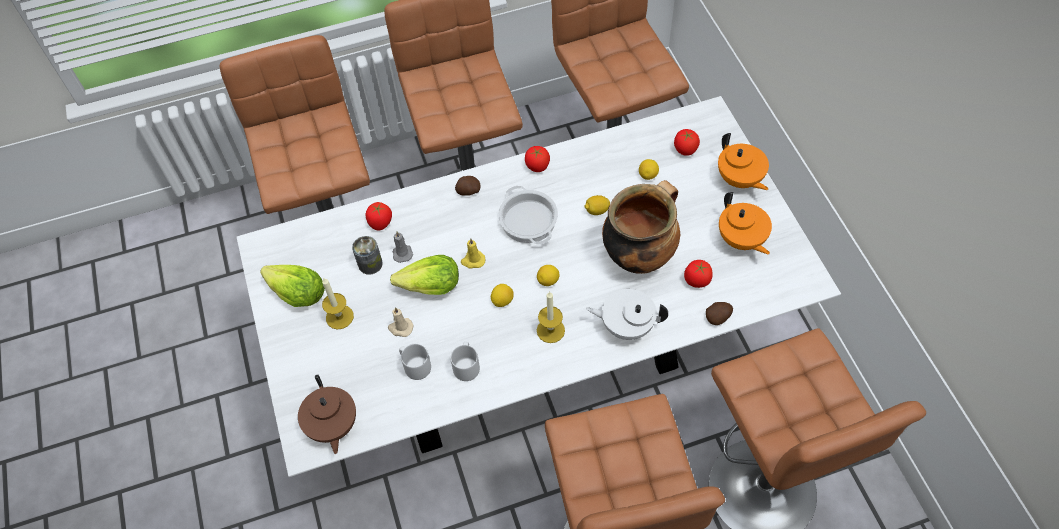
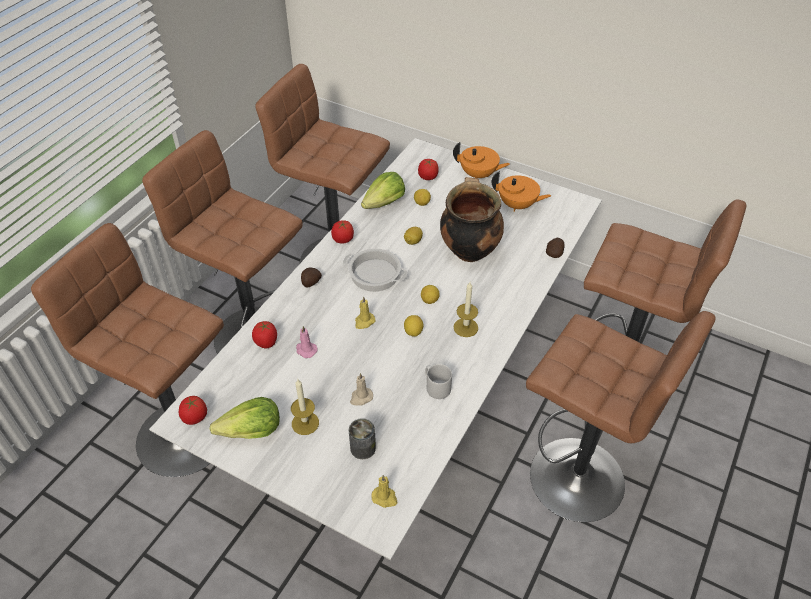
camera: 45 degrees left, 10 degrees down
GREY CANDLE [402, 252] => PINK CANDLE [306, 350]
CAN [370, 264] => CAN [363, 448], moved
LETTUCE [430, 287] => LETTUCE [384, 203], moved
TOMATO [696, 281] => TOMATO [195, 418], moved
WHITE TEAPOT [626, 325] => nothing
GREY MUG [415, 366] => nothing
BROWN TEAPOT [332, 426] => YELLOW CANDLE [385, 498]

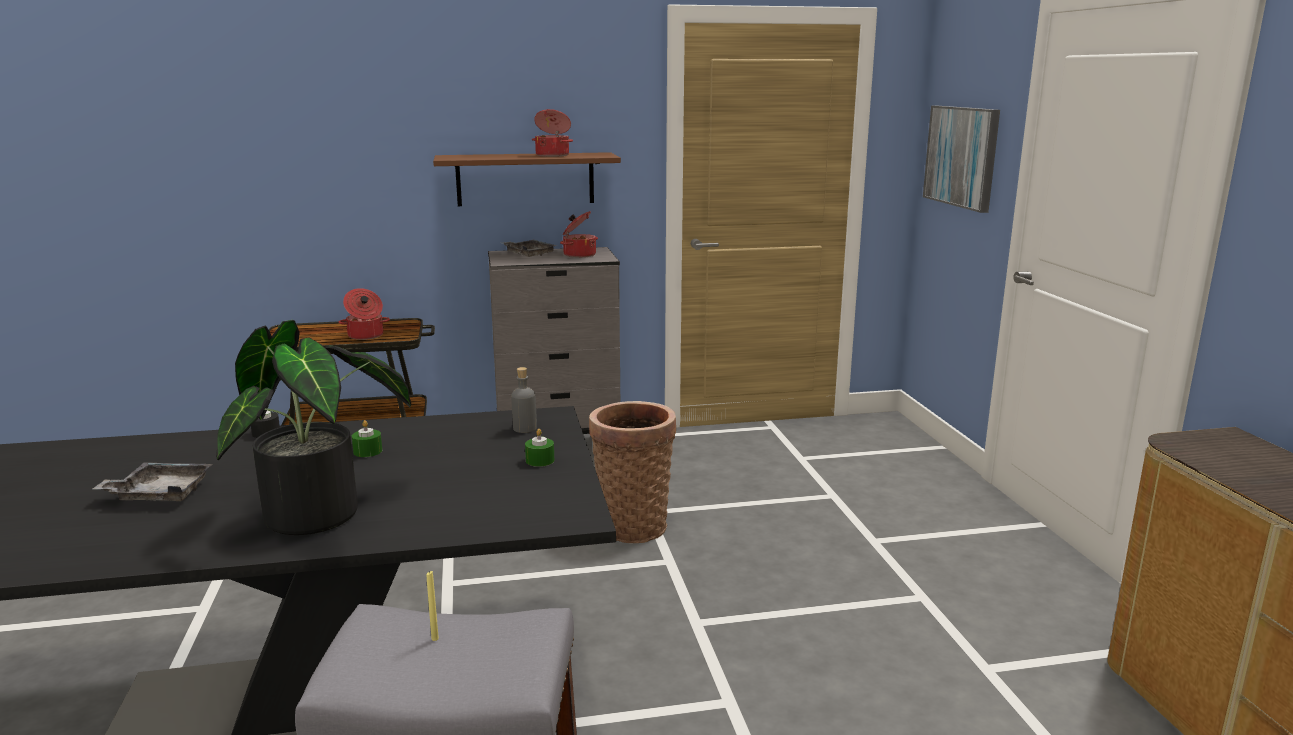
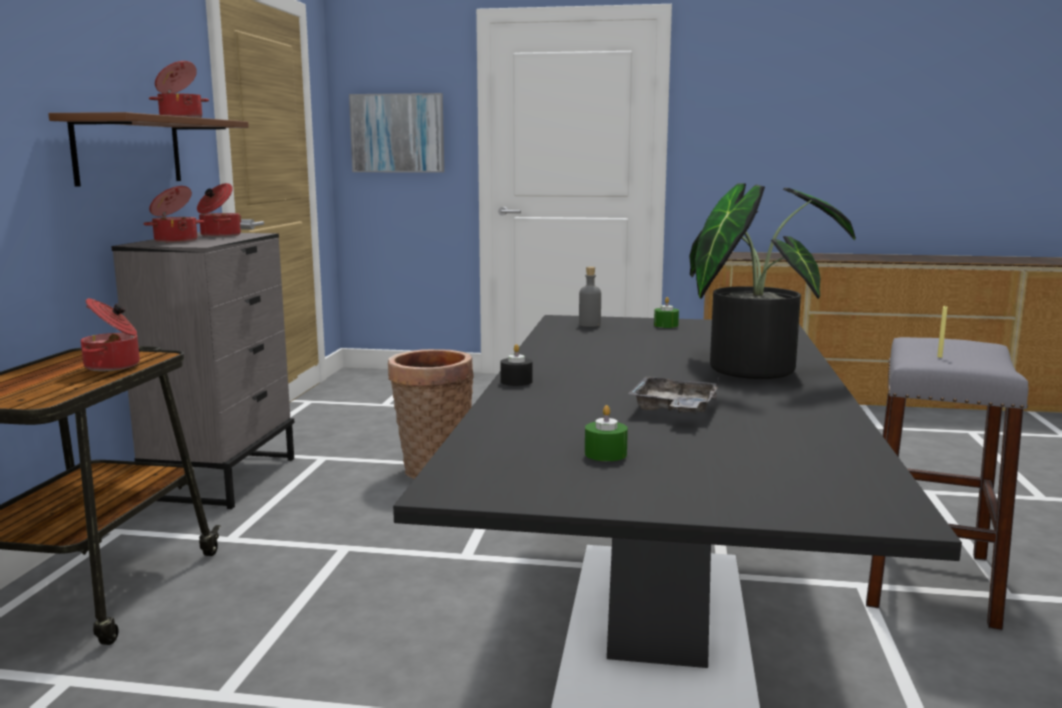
camera: 70 degrees left, 5 degrees down
GREY TRAY [528, 254] => COOKING POT [175, 241]
GREEN CANDLE [367, 451] => GREEN CANDLE [605, 454], moved

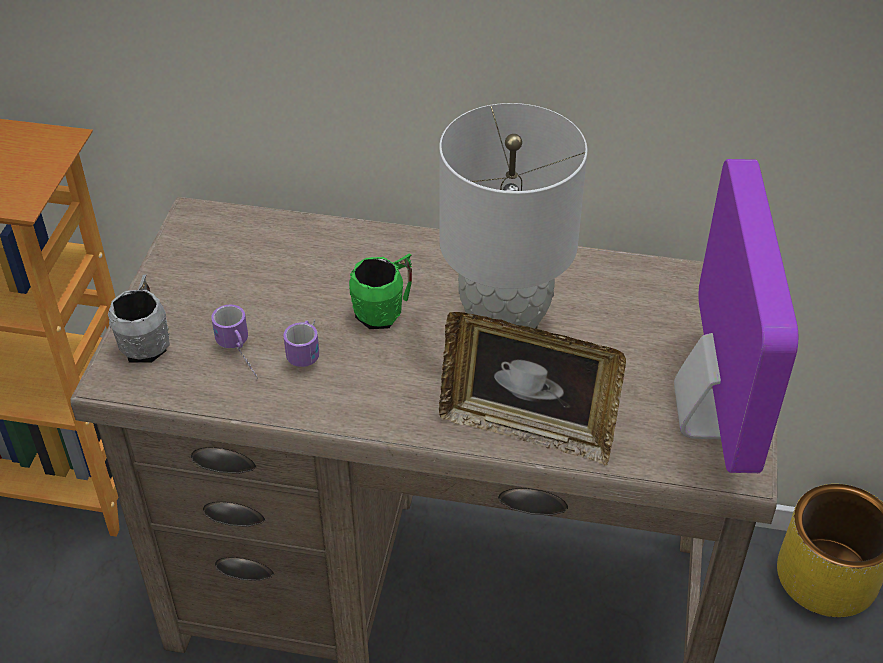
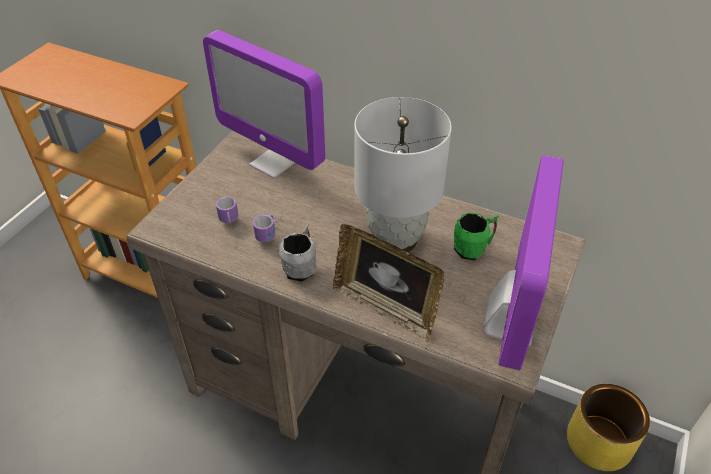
camera: 15 degrees right, 0 degrees up
GREEN MUG [384, 311] => GREEN MUG [473, 248], moved
GREY MUG [146, 342] => GREY MUG [301, 267], moved
nothing => MONITOR [274, 162]

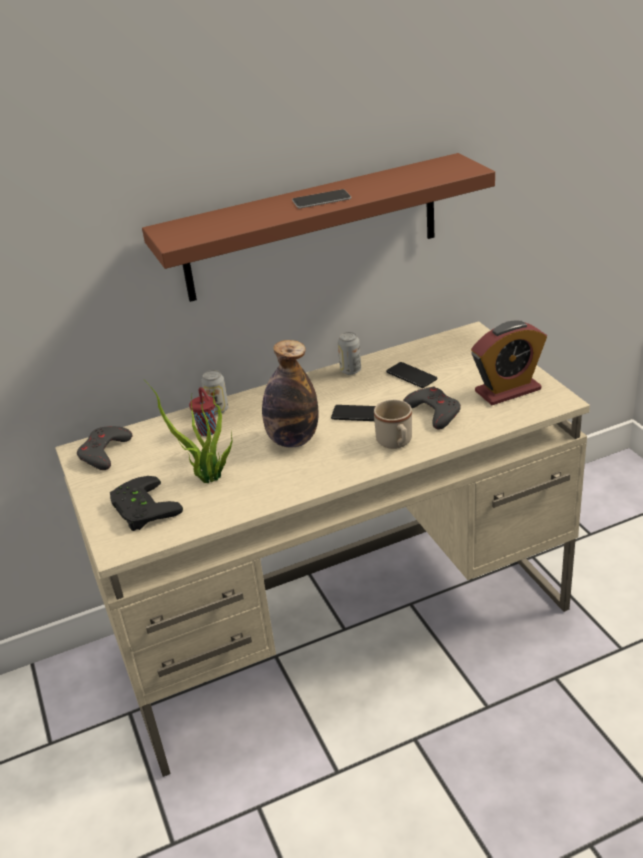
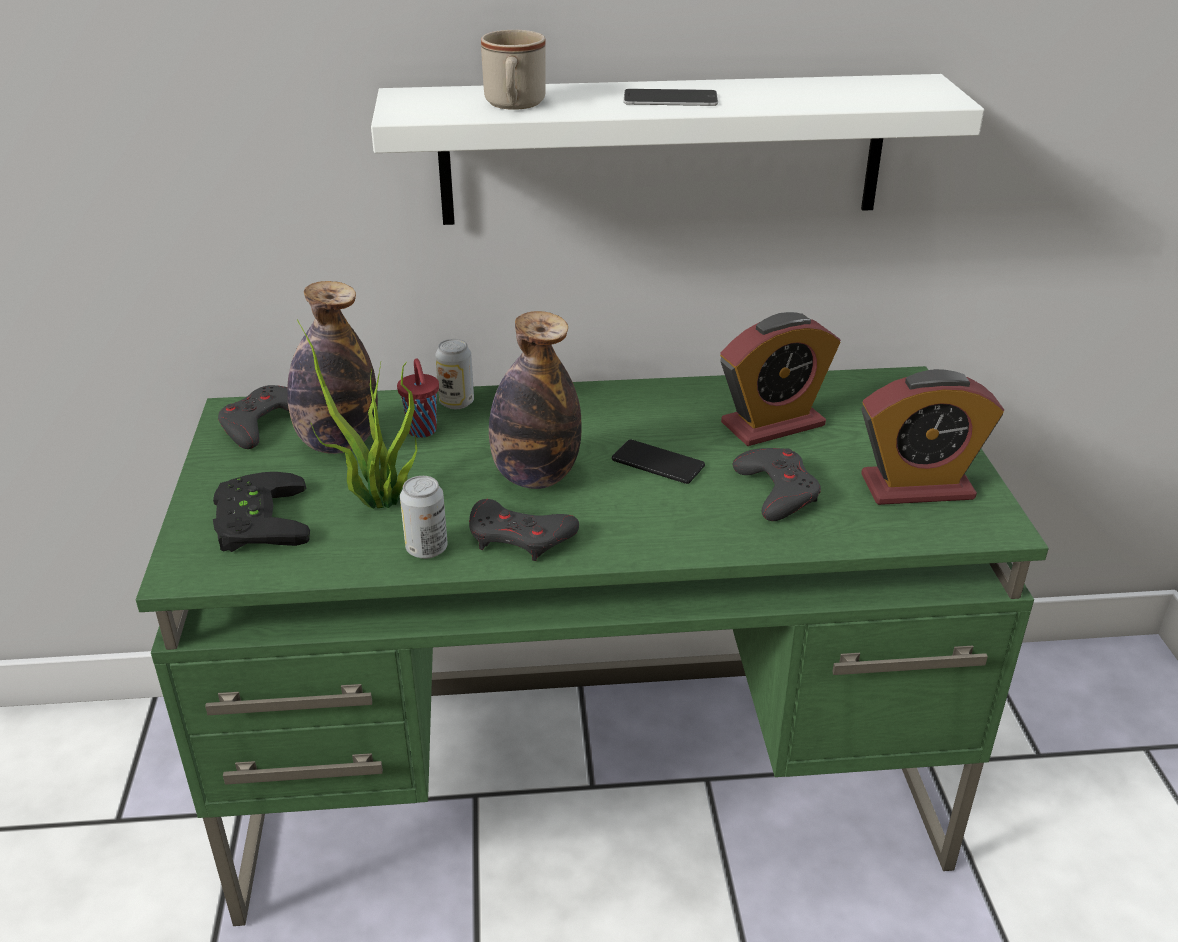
camera: 15 degrees right, 0 degrees up
BROWN SHELF [312, 228] => WHITE SHELF [662, 150]
BEIGE DESK [343, 625] => GREEN DESK [592, 780]
CAN [350, 370] => CAN [426, 549], moved
PHONE [411, 376] => ALARM CLOCK [772, 424]
BEIGE MUG [396, 443] => BEIGE MUG [514, 105], moved
nothing => BOTTLE [338, 443]
nothing => GREY GAME CONTROLLER [520, 537]

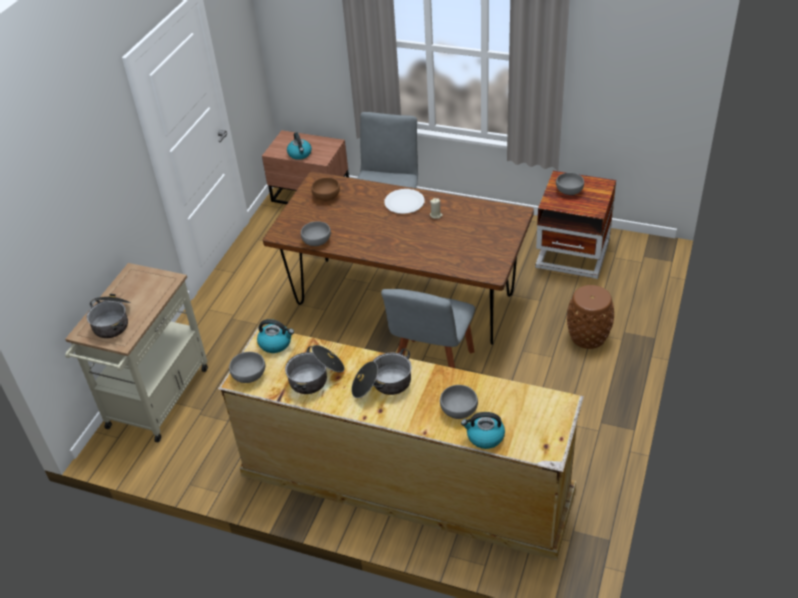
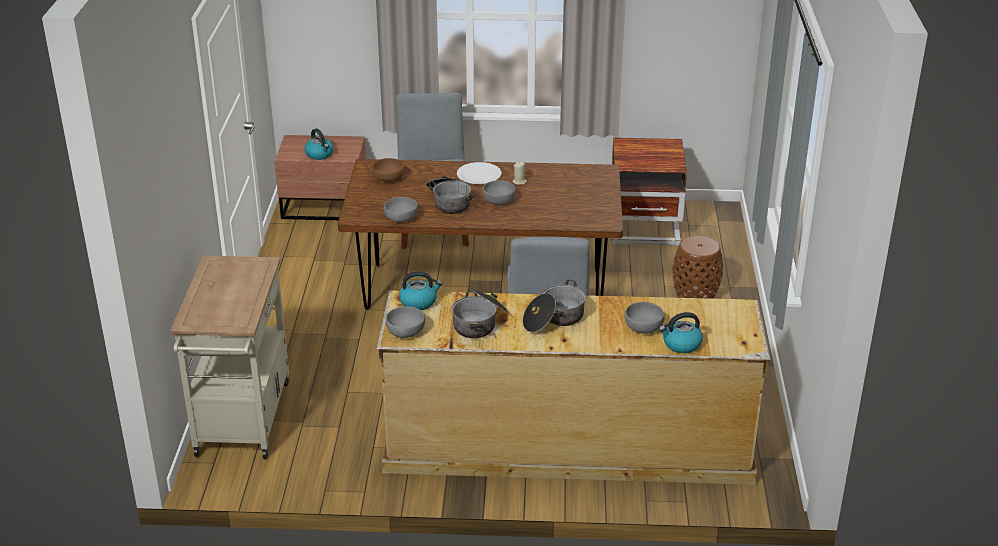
camera: 20 degrees left, 10 degrees down
GREY BOWL [569, 191] => GREY BOWL [499, 201], moved
COOKING POT [113, 321] => COOKING POT [449, 202], moved

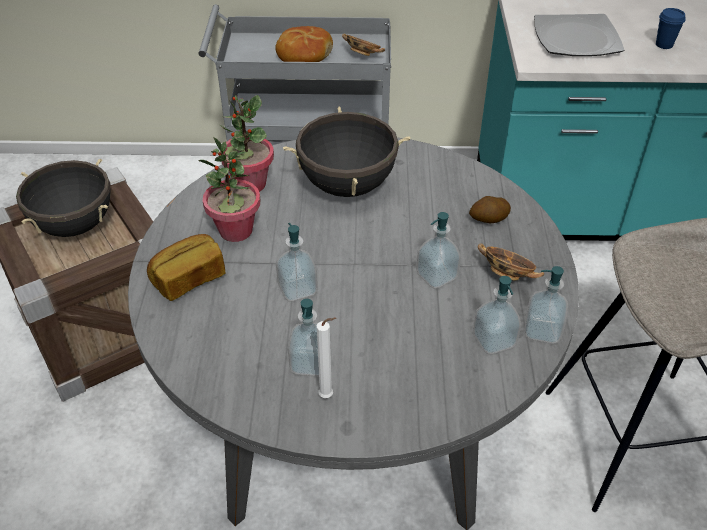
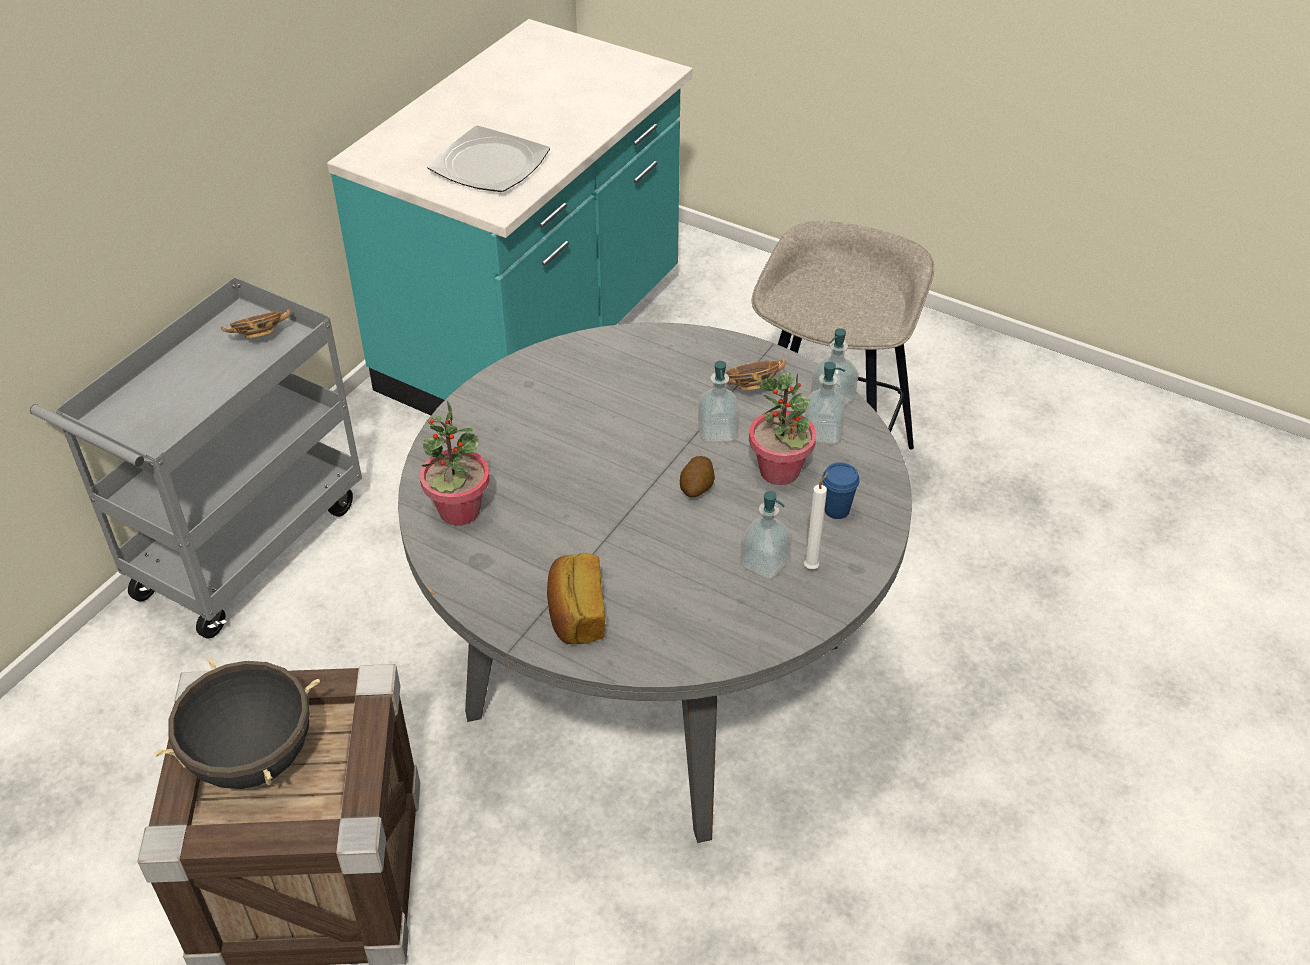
camera: 60 degrees left, 0 degrees up
BLUE CUP [664, 45] => BLUE CUP [836, 510], moved
BREAD [303, 54] => nothing
BLACK COOKING POT [347, 185] => nothing
POTTED PLANT [235, 231] => POTTED PLANT [780, 471], moved
POTATO [488, 219] => POTATO [697, 488], moved
SOAP DISPENSER [297, 289] => nothing

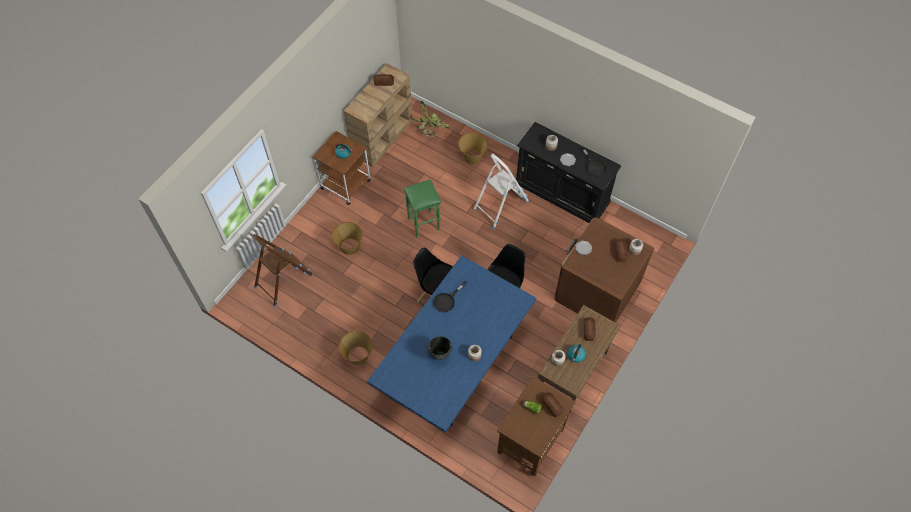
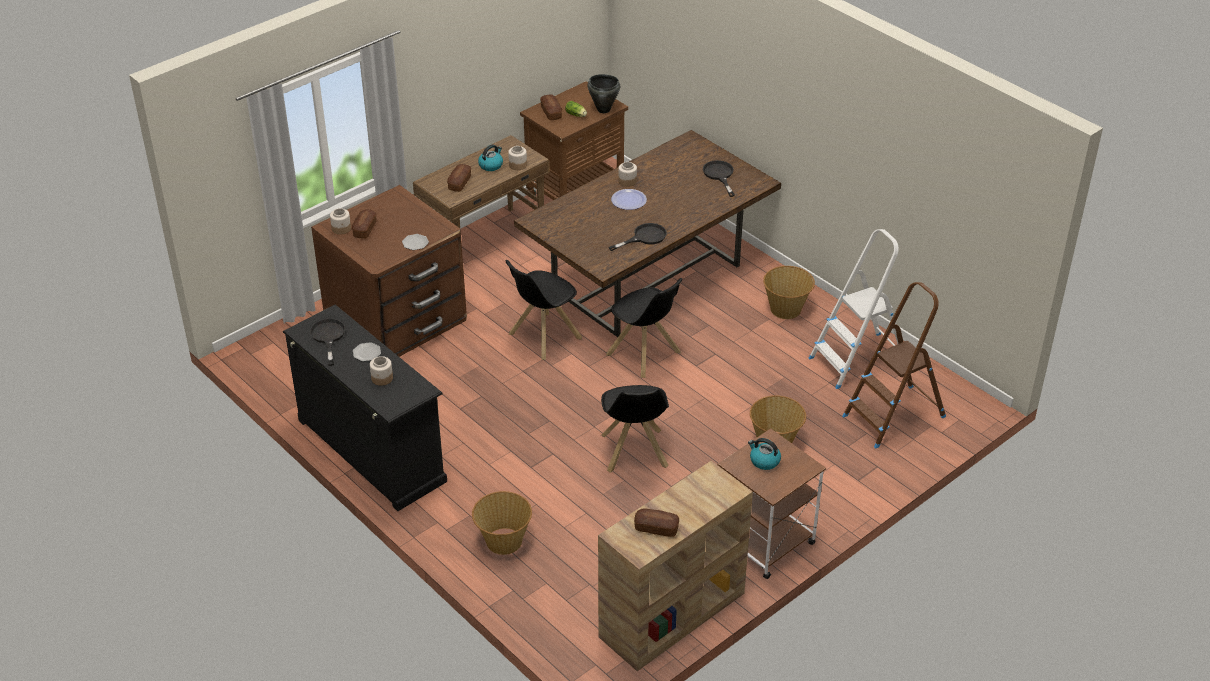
camera: 165 degrees left, 20 degrees down
POTTED PLANT [431, 131] => nothing
WHITE STEP LADDER [501, 205] => WHITE STEP LADDER [857, 361], moved
GREEN STOOL [424, 223] => BLACK CHAIR [634, 452]
BLUE DINING TABLE [453, 364] => BROWN DINING TABLE [648, 277]
BLACK COOKING POT [440, 356] => BLACK COOKING POT [603, 109], moved
nothing => BLACK FRYING PAN [719, 175]
nothing => PLATE [629, 200]

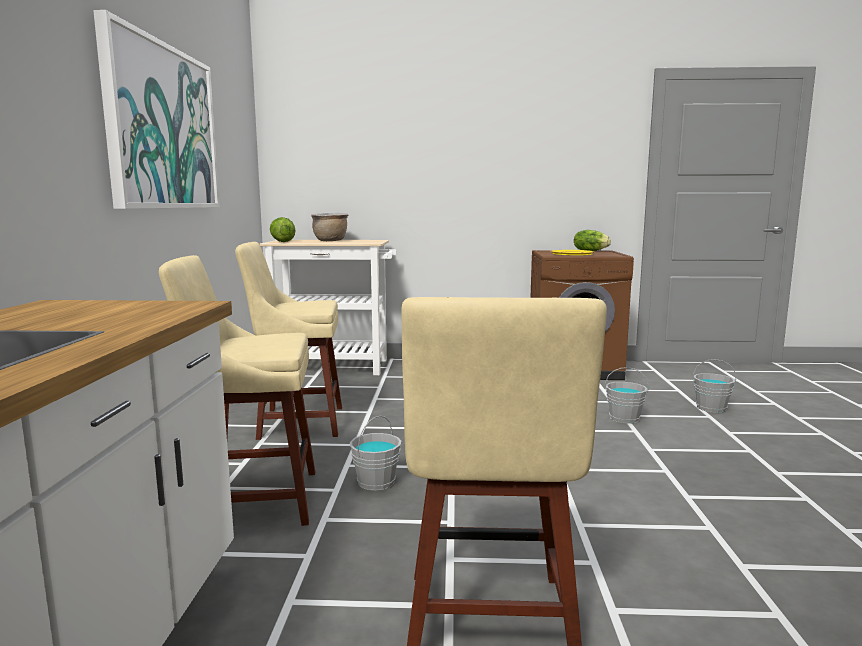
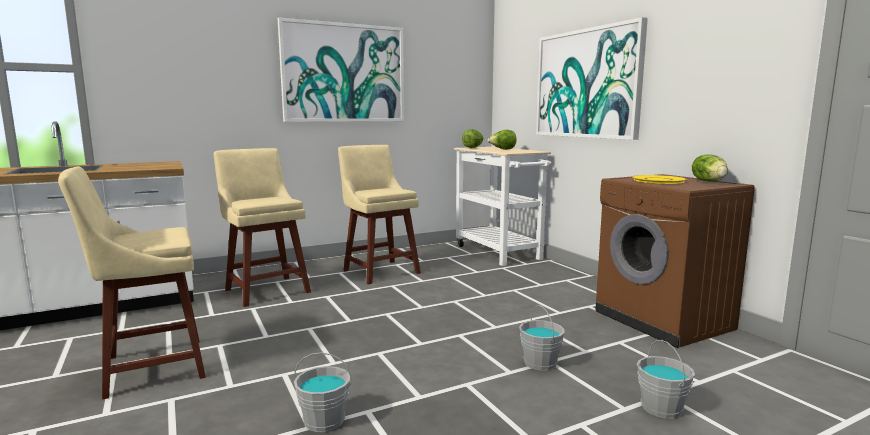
camera: 60 degrees right, 0 degrees up
BROWN COOKING POT [330, 241] => LETTUCE [502, 149]
GREY BUCKET [376, 481] => GREY BUCKET [324, 420], moved
nothing => PICTURE [587, 84]

